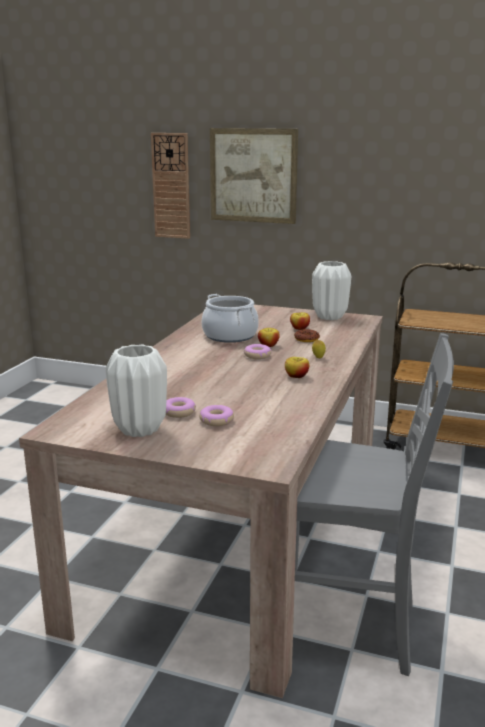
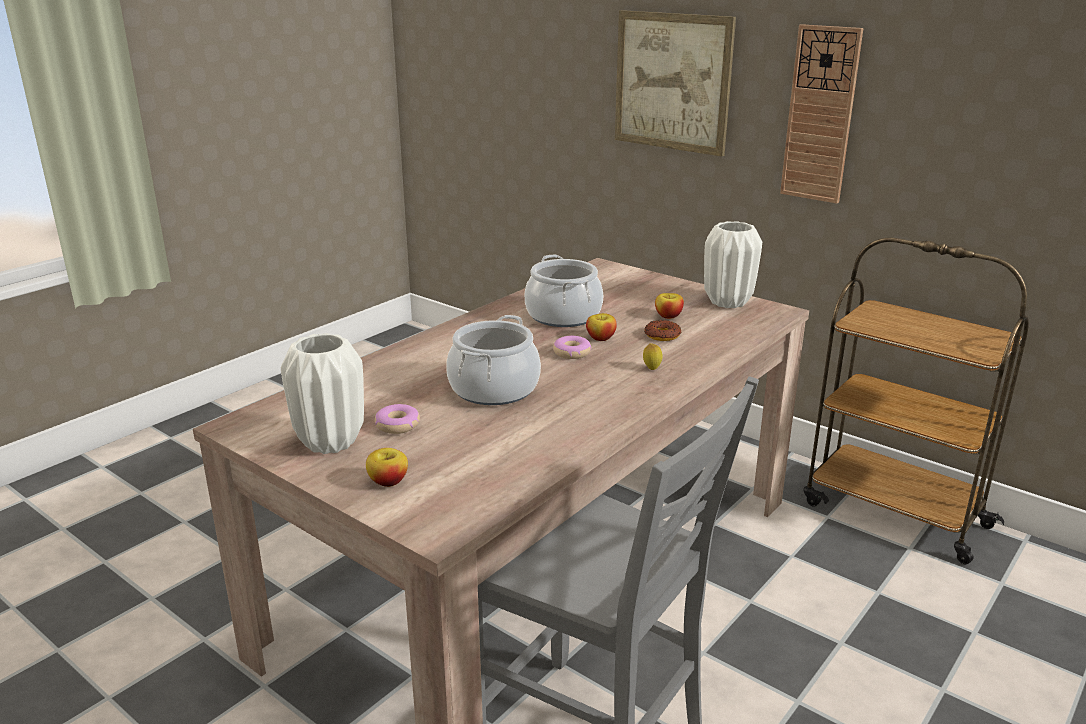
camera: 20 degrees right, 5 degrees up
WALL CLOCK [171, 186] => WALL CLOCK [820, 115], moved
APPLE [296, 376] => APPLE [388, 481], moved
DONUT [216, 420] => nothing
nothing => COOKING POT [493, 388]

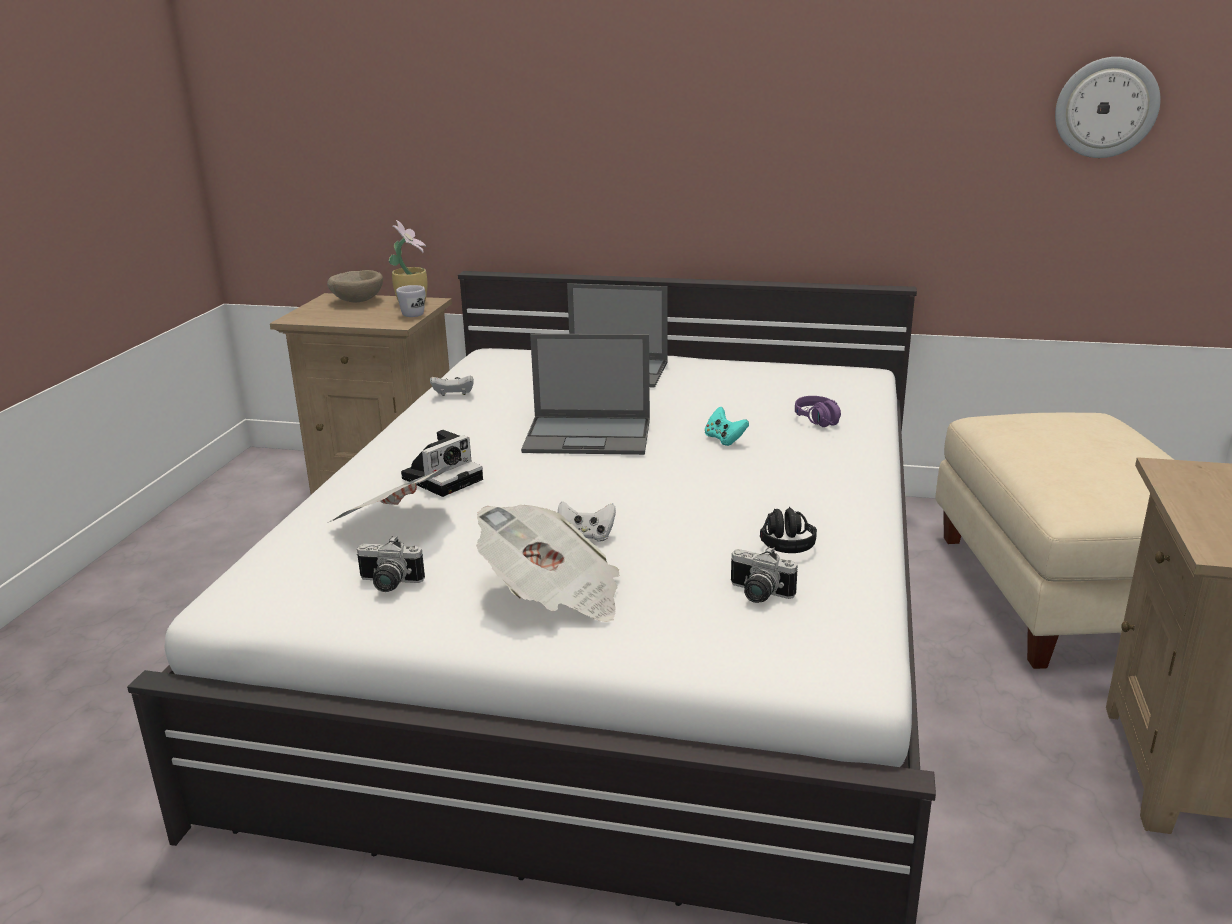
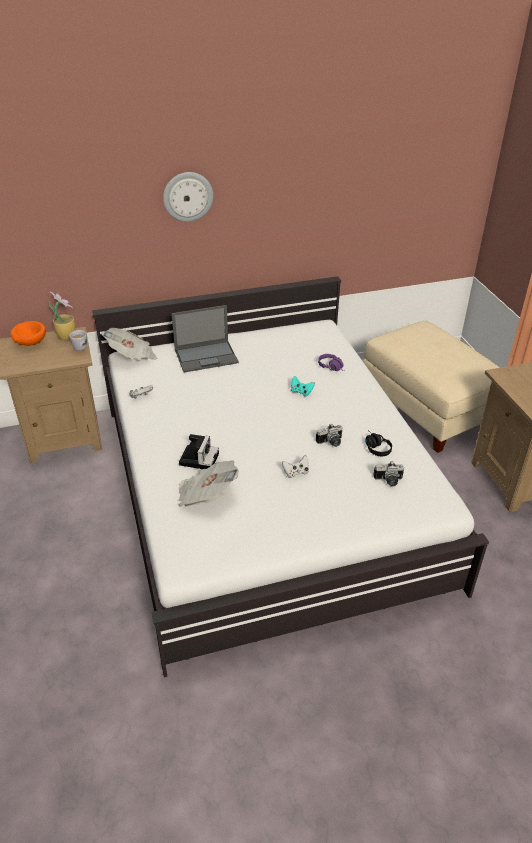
camera: 30 degrees left, 15 degrees up
WALL CLOCK [1106, 107] => WALL CLOCK [188, 196], moved
BEIGE BOWL [358, 301] => ORANGE BOWL [30, 342]
LAPTOP [589, 436] => nothing
NEWSPAPER [553, 596] => NEWSPAPER [132, 356], moved
PHOTO CAMERA [388, 584] => PHOTO CAMERA [331, 443], moved

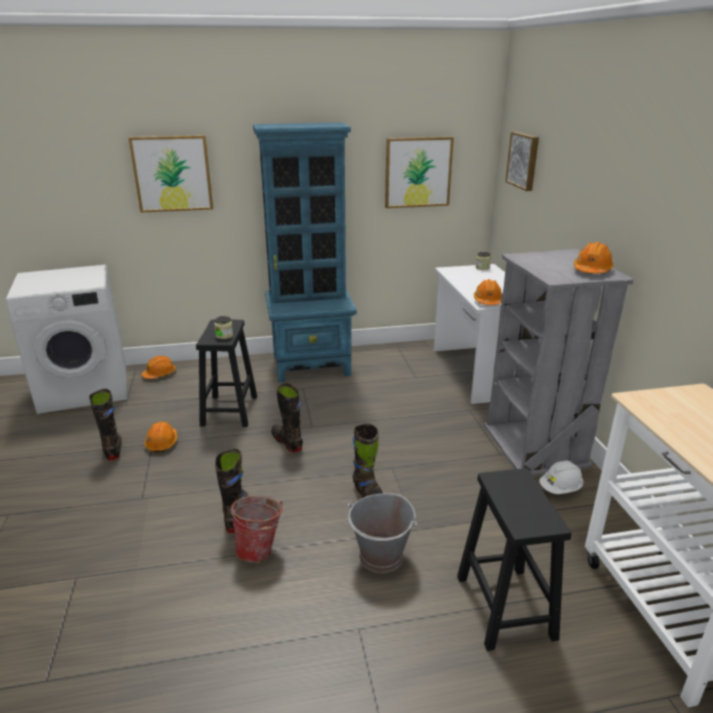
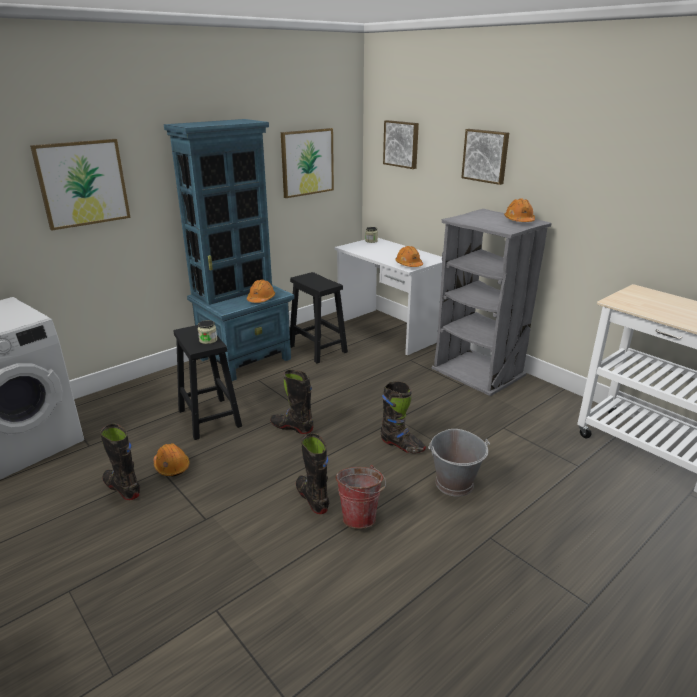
camera: 30 degrees left, 0 degrees up
ORANGE HARD HAT [160, 374] => ORANGE HARD HAT [261, 299], moved
WHITE HARD HAT [560, 489] => nothing
BLACK STOOL [504, 605] => BLACK STOOL [317, 349], moved
nothing => PICTURE [486, 156]

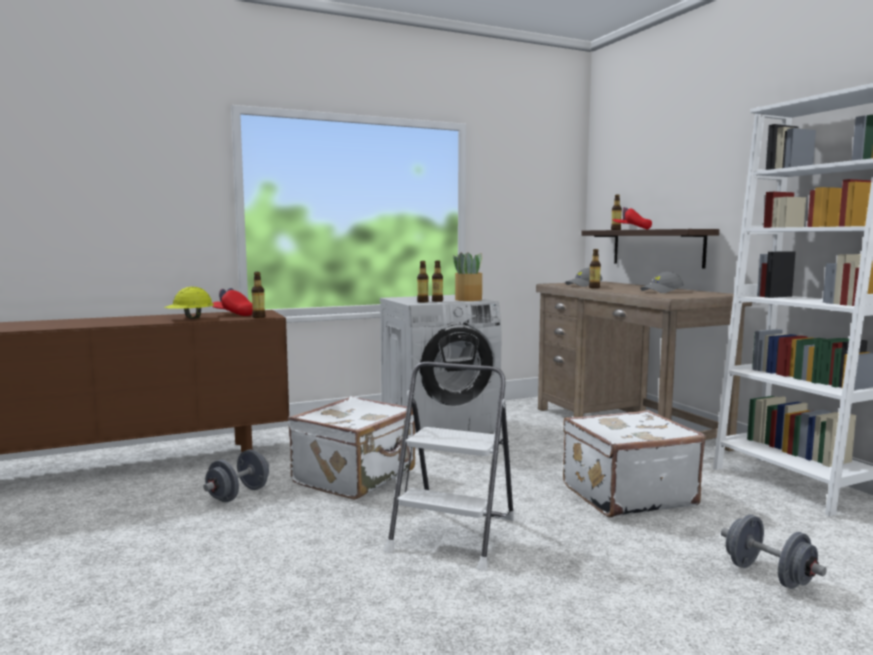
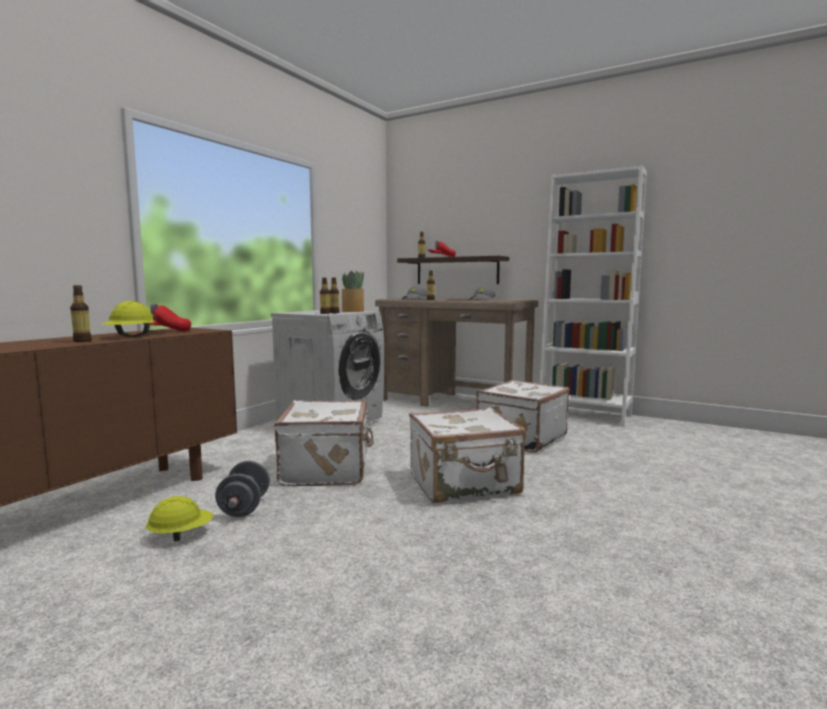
camera: 35 degrees left, 0 degrees up
BOTTLE [258, 317] => BOTTLE [82, 341], moved
WHITE STEP LADDER [455, 532] => WHITE SUITCASE [465, 484]
GREY DUMBBELL [768, 575] => nothing
nothing => YELLOW HARD HAT [181, 535]

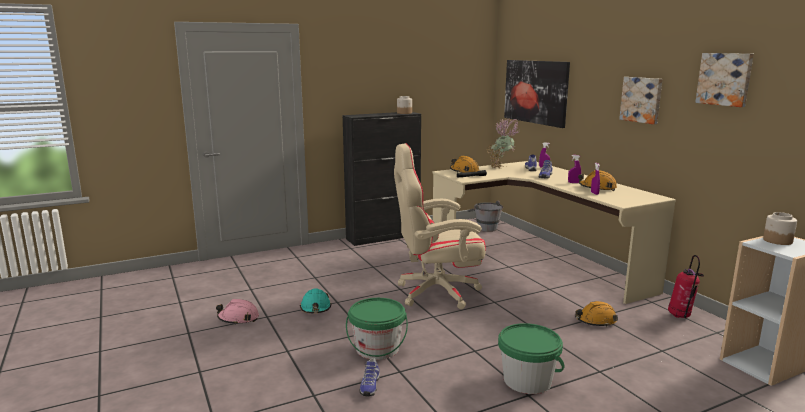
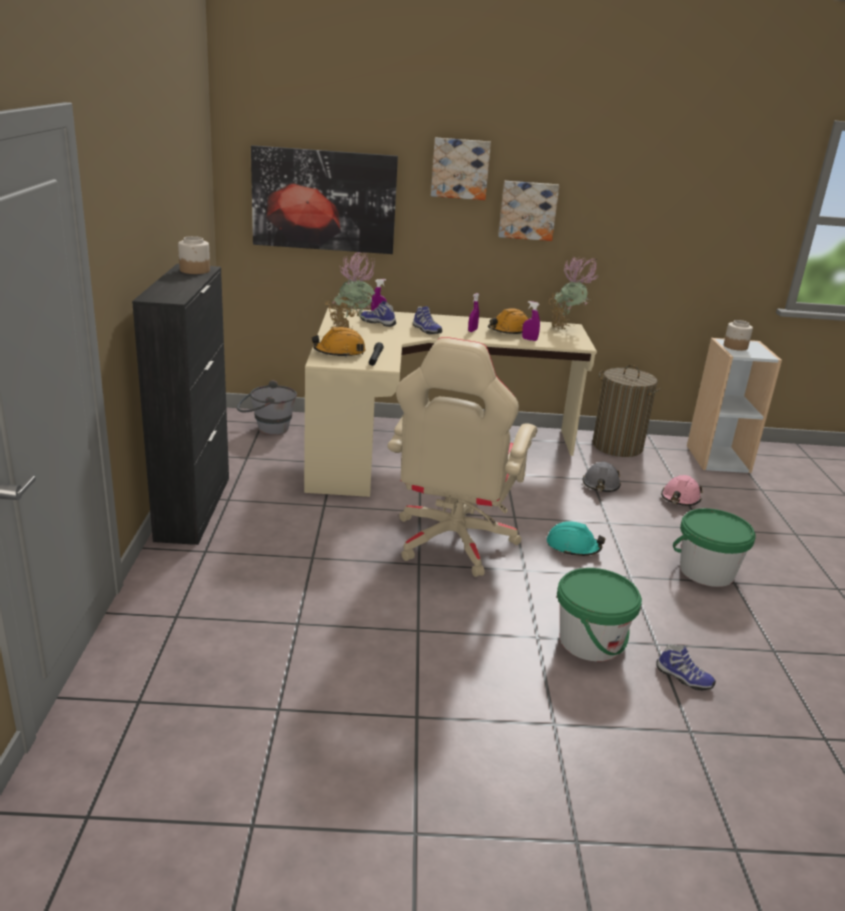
camera: 65 degrees left, 10 degrees up
PICTURE [725, 79] => PICTURE [460, 168], moved
FIRE EXTINGUISHER [681, 316] => LAUNDRY BASKET [617, 446]
TURQUOISE HARD HAT [315, 308] => TURQUOISE HARD HAT [573, 547], moved
PINK HARD HAT [238, 318] => PINK HARD HAT [680, 499], moved
ORANGE HARD HAT [595, 321] => GREY HARD HAT [601, 485]
nothing => POTTED PLANT [566, 328]

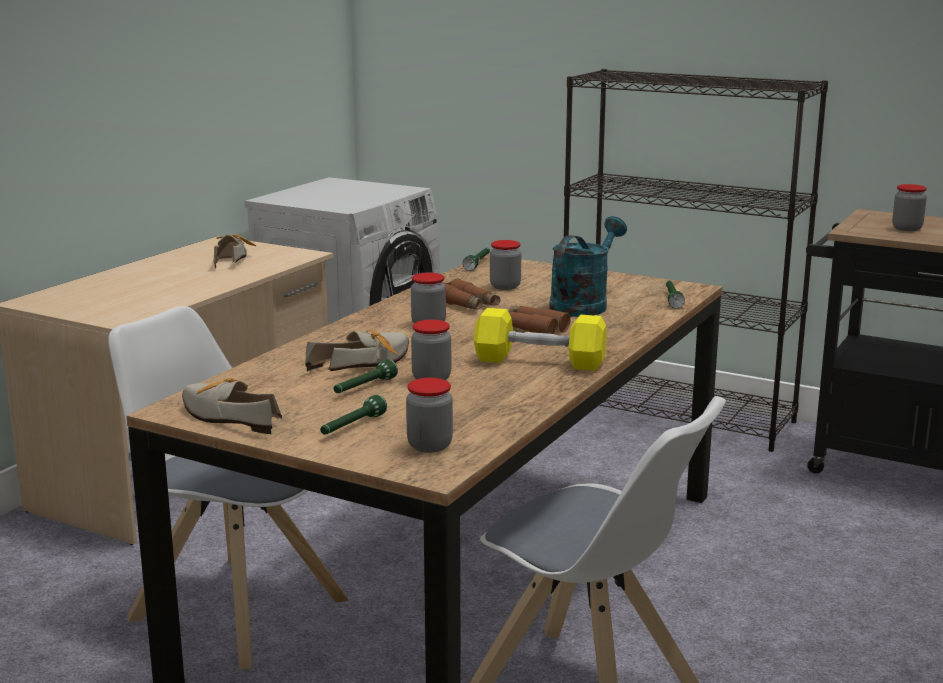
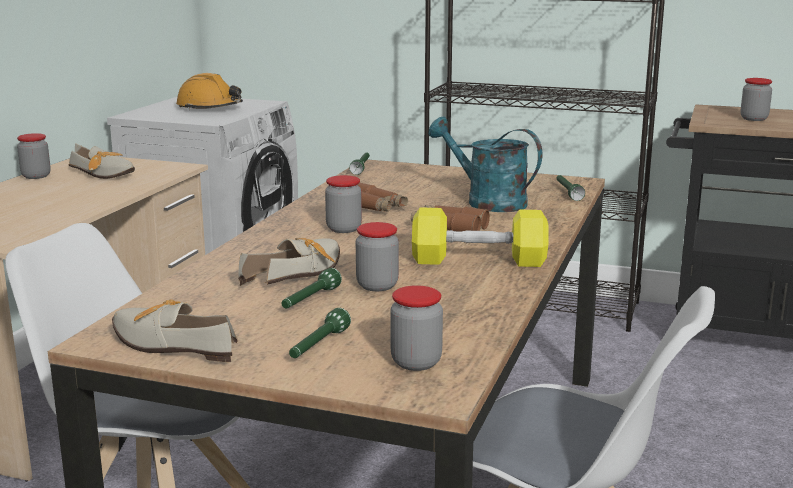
camera: 10 degrees left, 0 degrees up
TURQUOISE WATERING CAN [583, 305] => TURQUOISE WATERING CAN [487, 202], 75 degrees counterclockwise
SHOE [230, 258] => SHOE [104, 174], 135 degrees clockwise
JAR [505, 286] => JAR [36, 176], moved
nothing => ORANGE HARD HAT [209, 108]

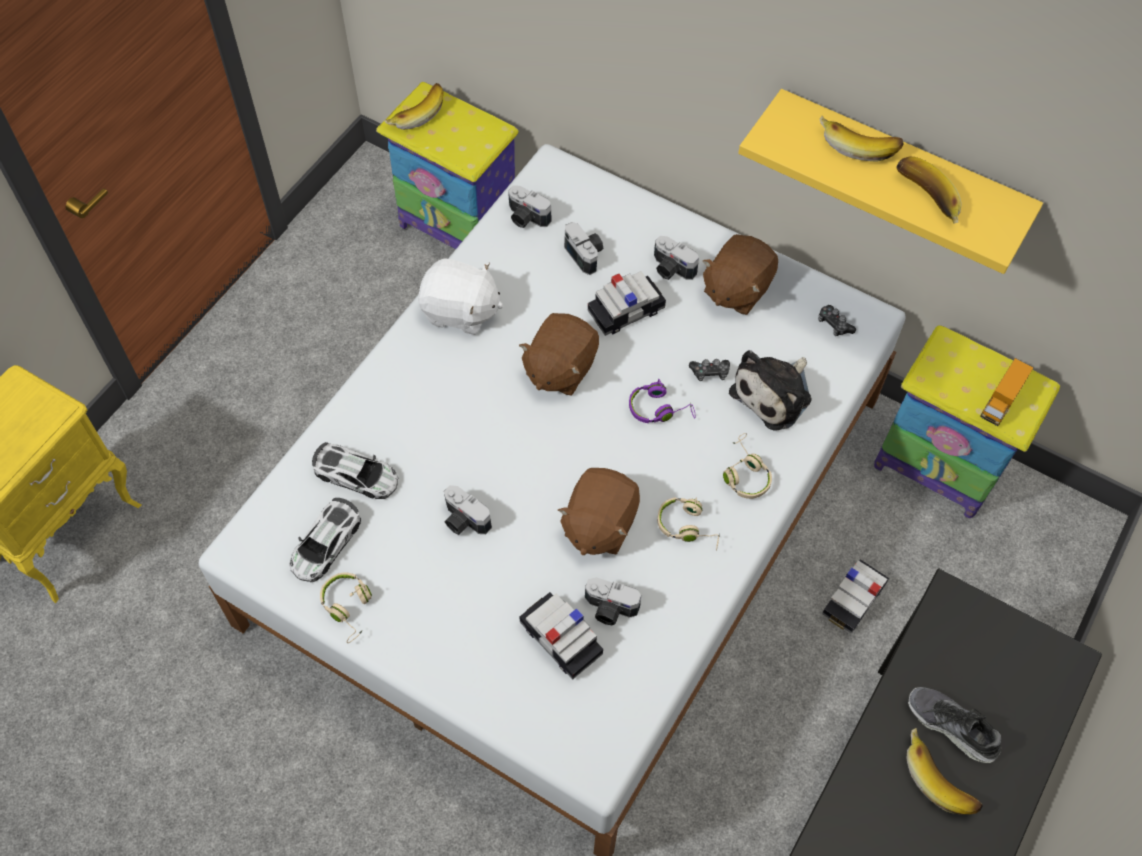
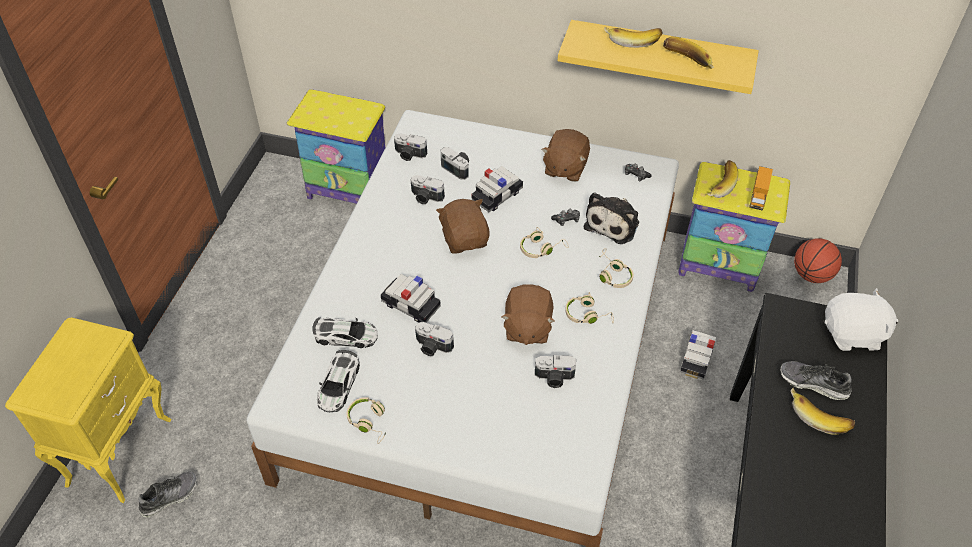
camera: 15 degrees left, 10 degrees down
BANANA [415, 113] => BANANA [718, 185], moved
PHOTO CAMERA [671, 269] => PHOTO CAMERA [426, 198], moved
WHITE PLUSH TOY [460, 311] => WHITE PLUSH TOY [853, 335], moved
BROWN PLUSH TOY [559, 368] => BROWN PLUSH TOY [465, 239], 150 degrees clockwise
PURPLE HEADPHONES [659, 409] => BEIGE HEADPHONES [541, 248]
TOY CAR [560, 639] => TOY CAR [410, 305], moved
nothing => BASKETBALL [811, 275]
nothing => SHOE [170, 496]

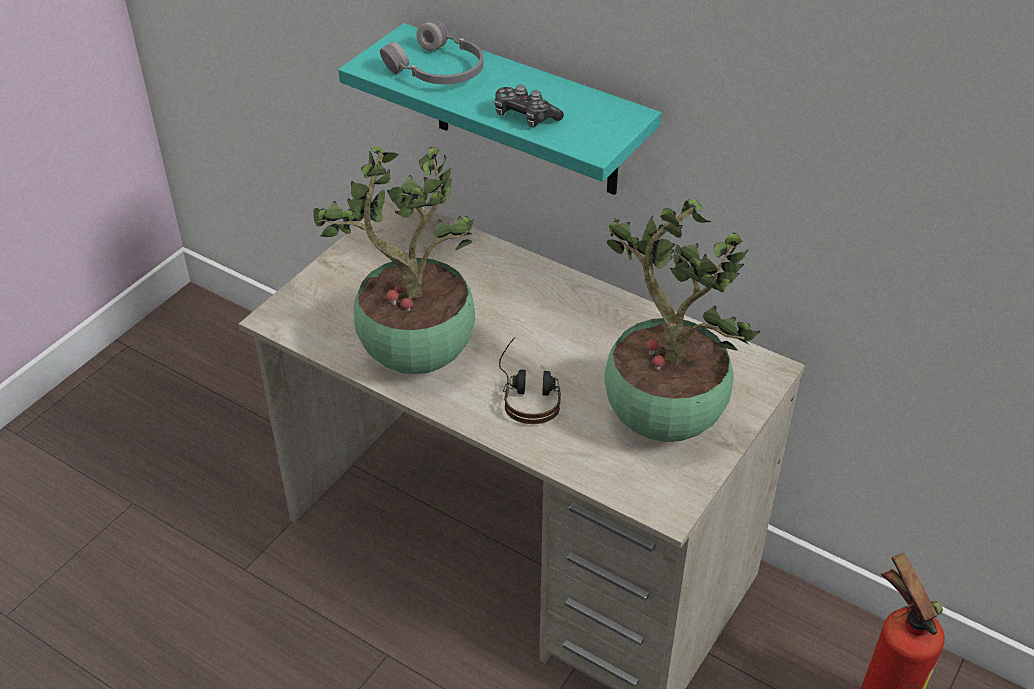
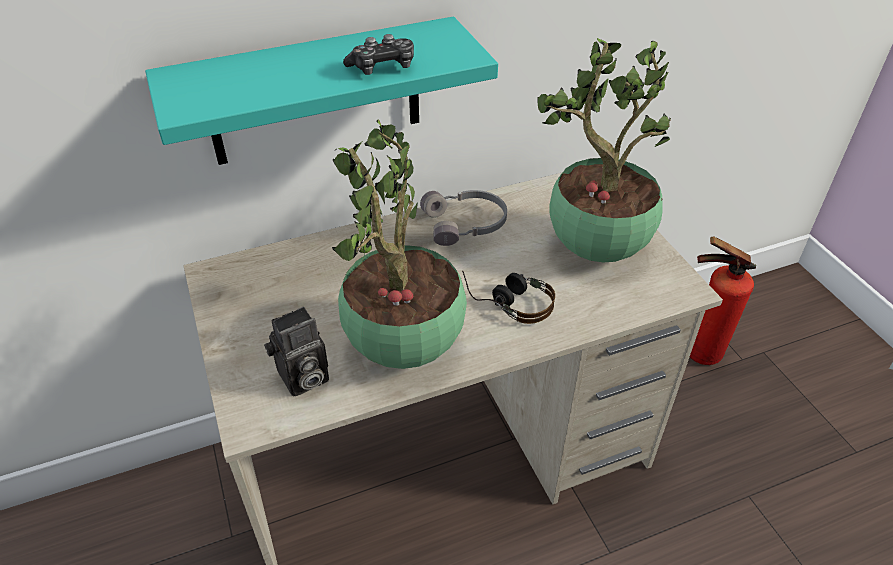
camera: 55 degrees left, 0 degrees up
GREY HEADPHONES [437, 71] => GREY HEADPHONES [466, 224], moved
nothing => PHOTO CAMERA [302, 379]

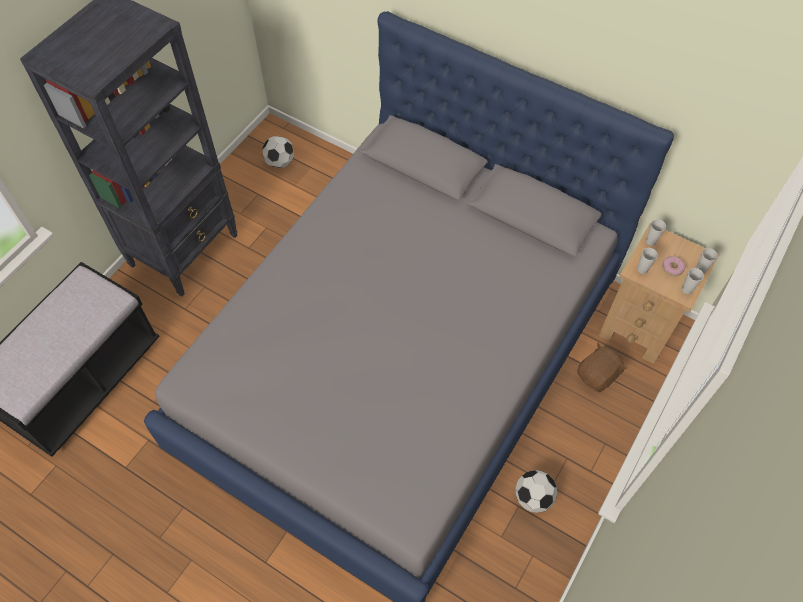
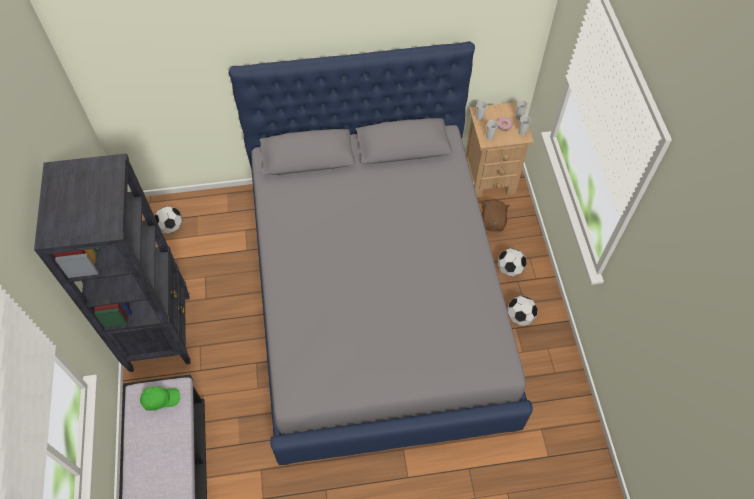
camera: 40 degrees left, 0 degrees up
nothing => FOOTBALL [509, 269]
nothing => GREEN CAP [160, 399]

